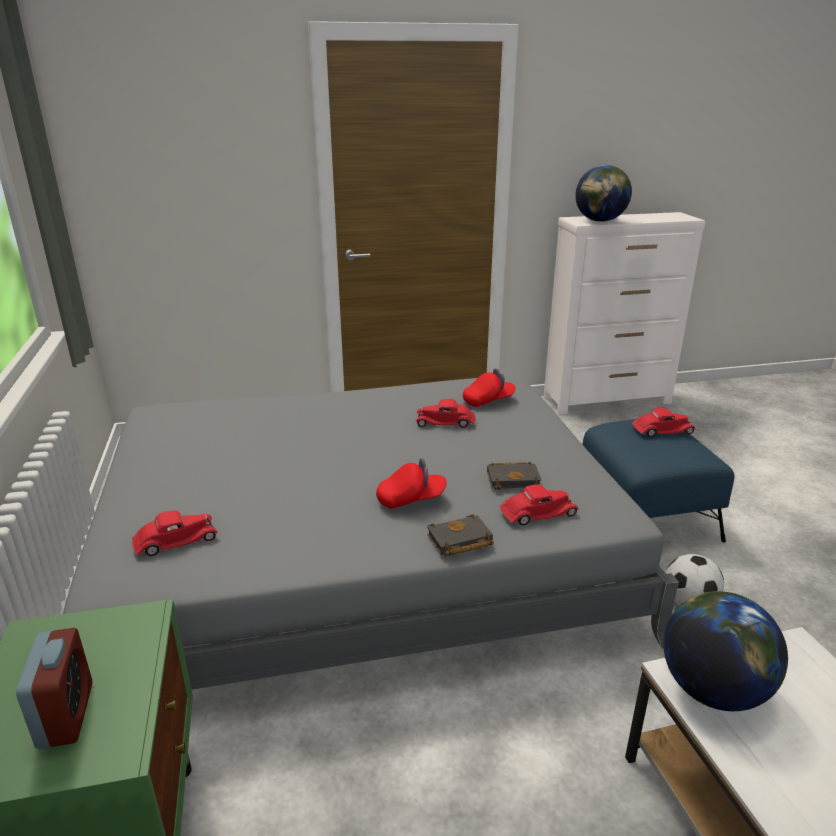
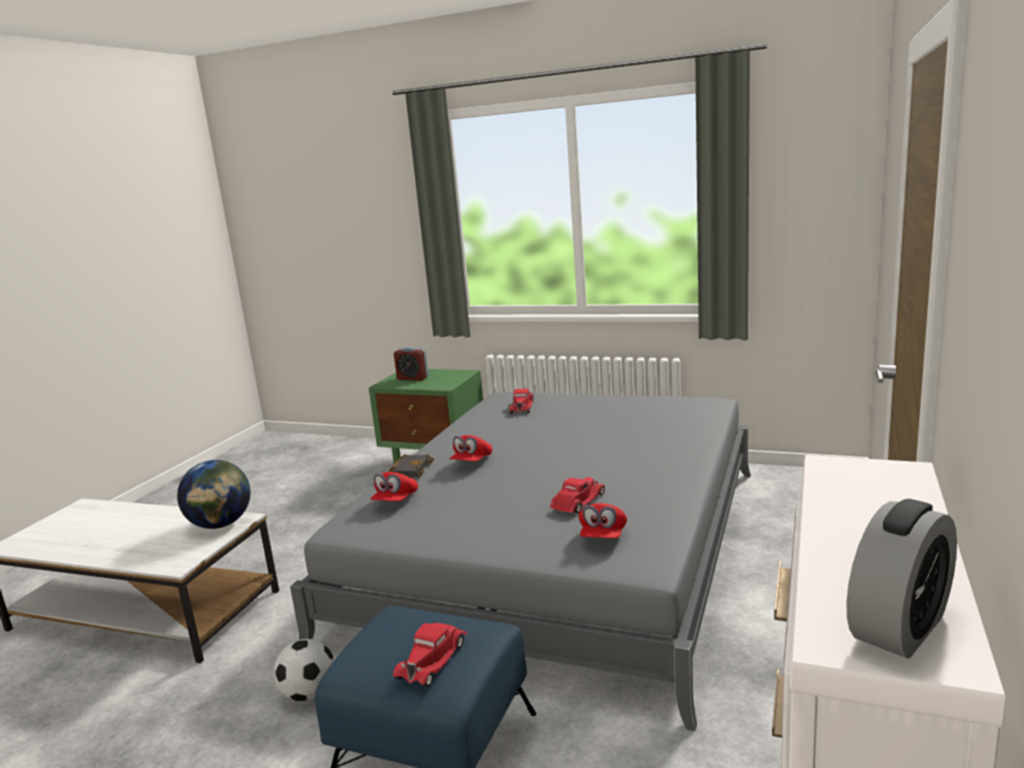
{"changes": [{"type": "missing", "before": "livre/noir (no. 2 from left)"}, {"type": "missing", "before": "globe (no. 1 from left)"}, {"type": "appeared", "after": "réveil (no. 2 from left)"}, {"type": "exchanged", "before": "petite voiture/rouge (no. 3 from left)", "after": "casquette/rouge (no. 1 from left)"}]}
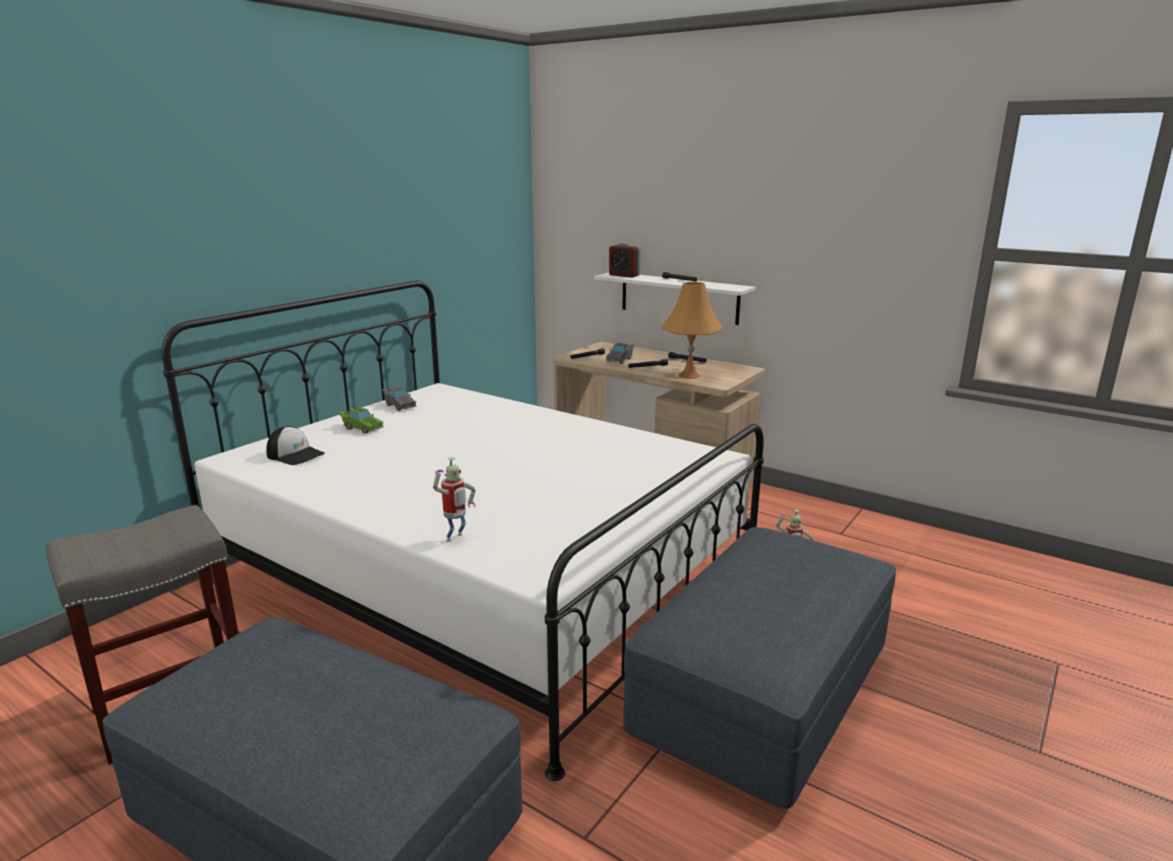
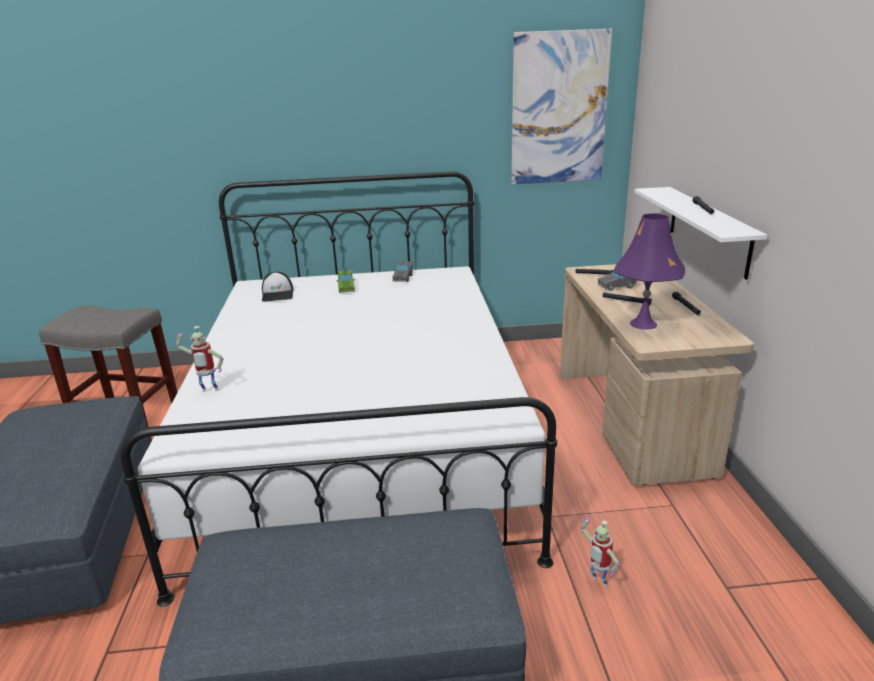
{"changes": [{"type": "missing", "before": "réveil"}, {"type": "appeared", "after": "tableau"}, {"type": "colour", "before": "lampe de table/orange", "after": "lampe de table/violet"}]}
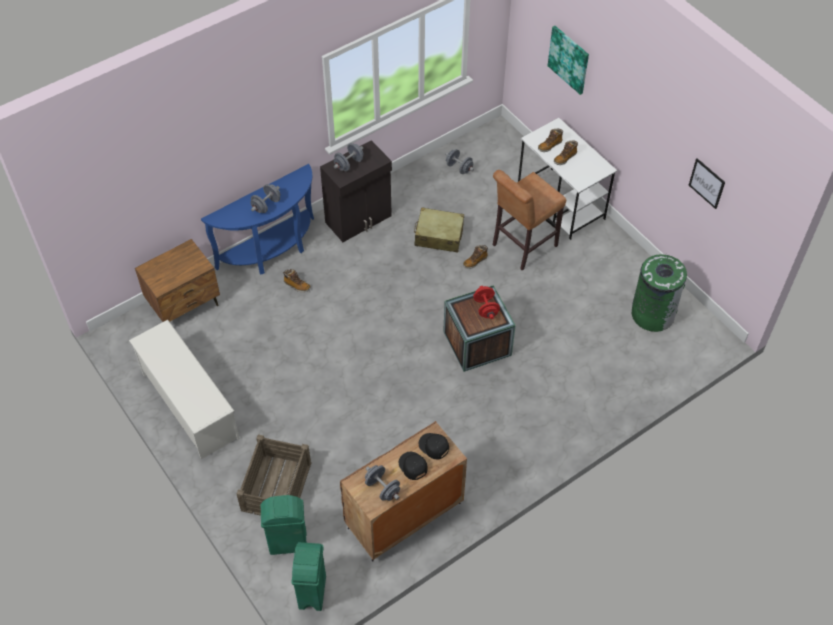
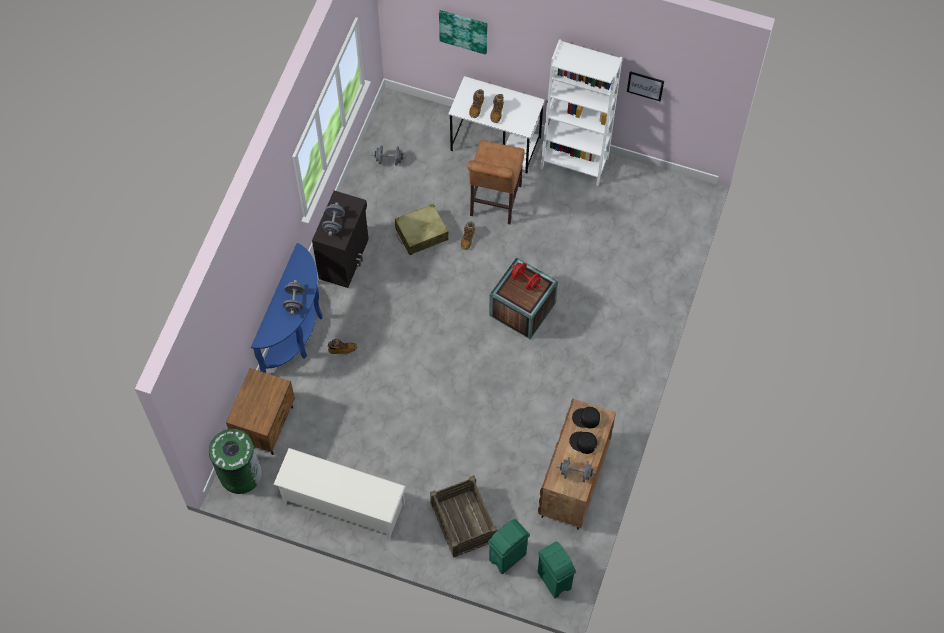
{"changes": [{"type": "appeared", "after": "bibliothèque/blanc"}, {"type": "relocated", "before": "poubelle/vert (no. 3 from left in the first image)", "after": "poubelle/vert (no. 1 from left)"}]}
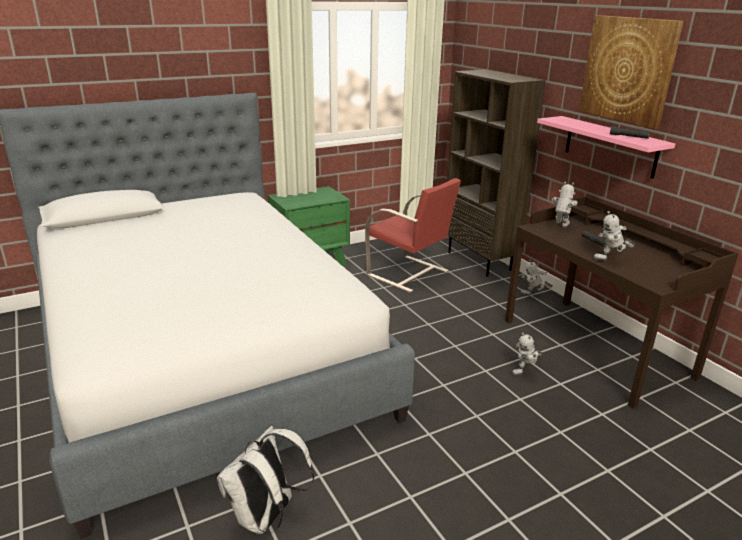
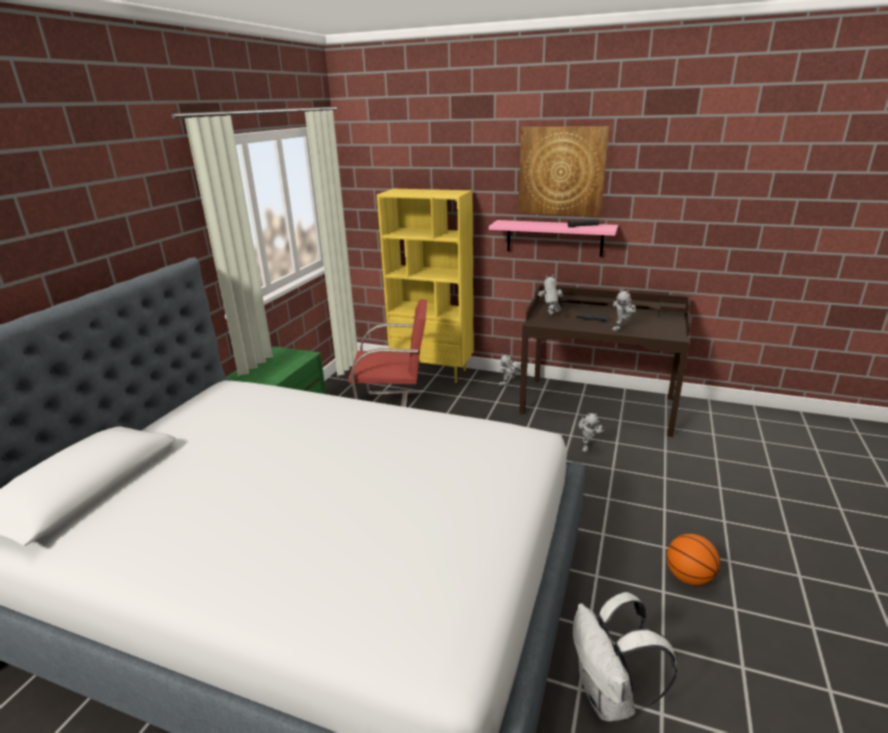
{"changes": [{"type": "appeared", "after": "ballon de basket"}, {"type": "colour", "before": "bibliothèque/marron", "after": "bibliothèque/jaune"}]}
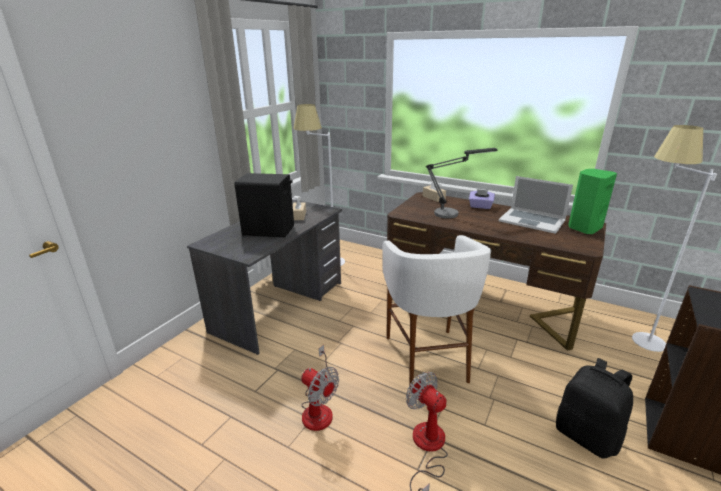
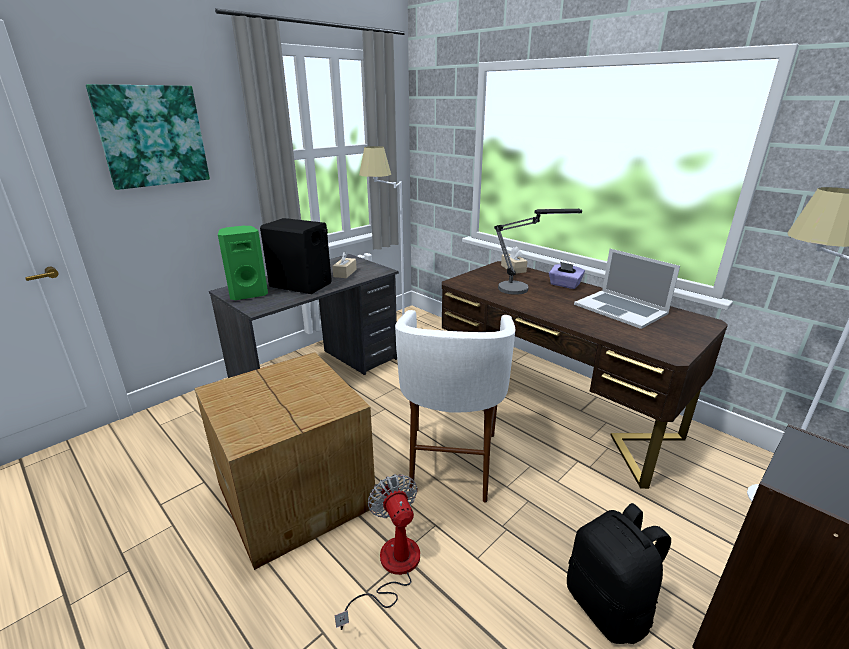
{"changes": [{"type": "appeared", "after": "tableau"}, {"type": "relocated", "before": "enceinte/vert"}, {"type": "exchanged", "before": "ventilateur (no. 1 from left)", "after": "carton"}]}
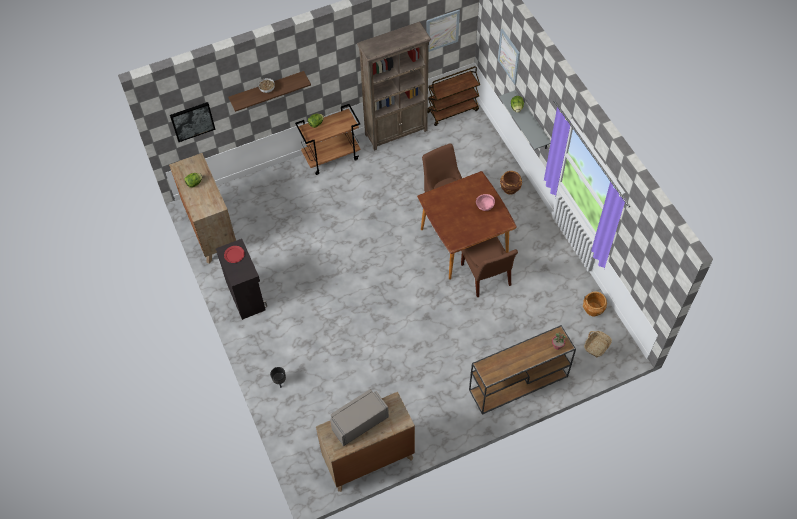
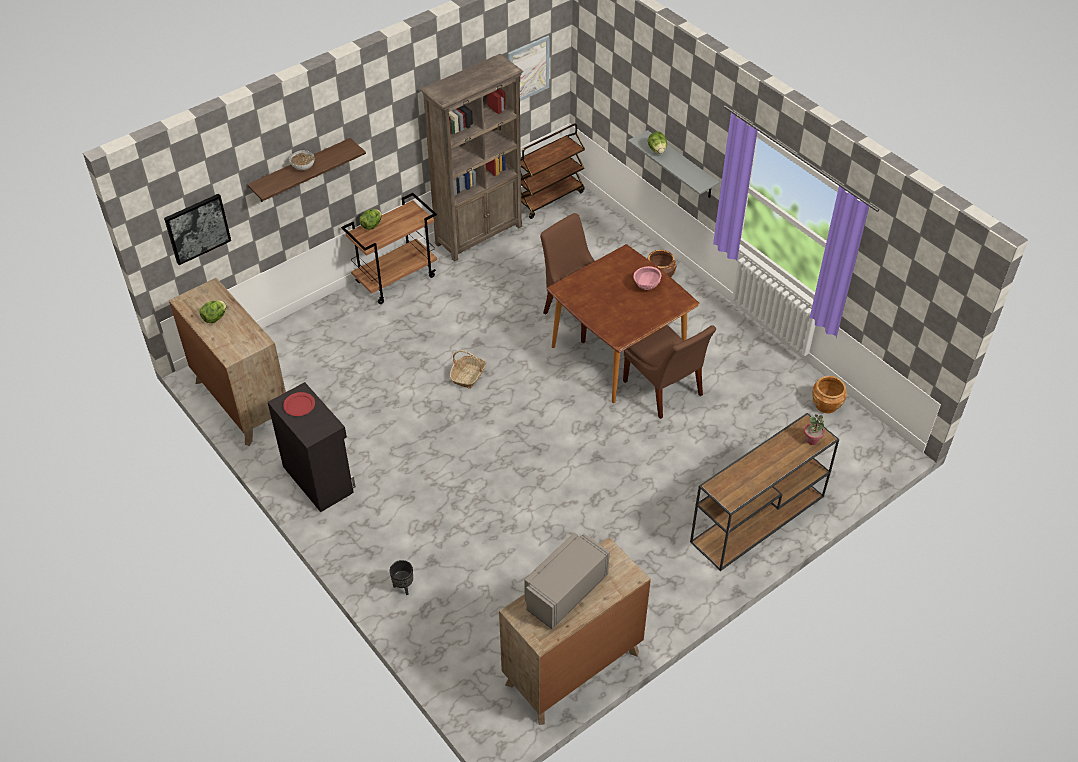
{"changes": [{"type": "missing", "before": "tableau (no. 3 from left)"}, {"type": "relocated", "before": "panier"}]}
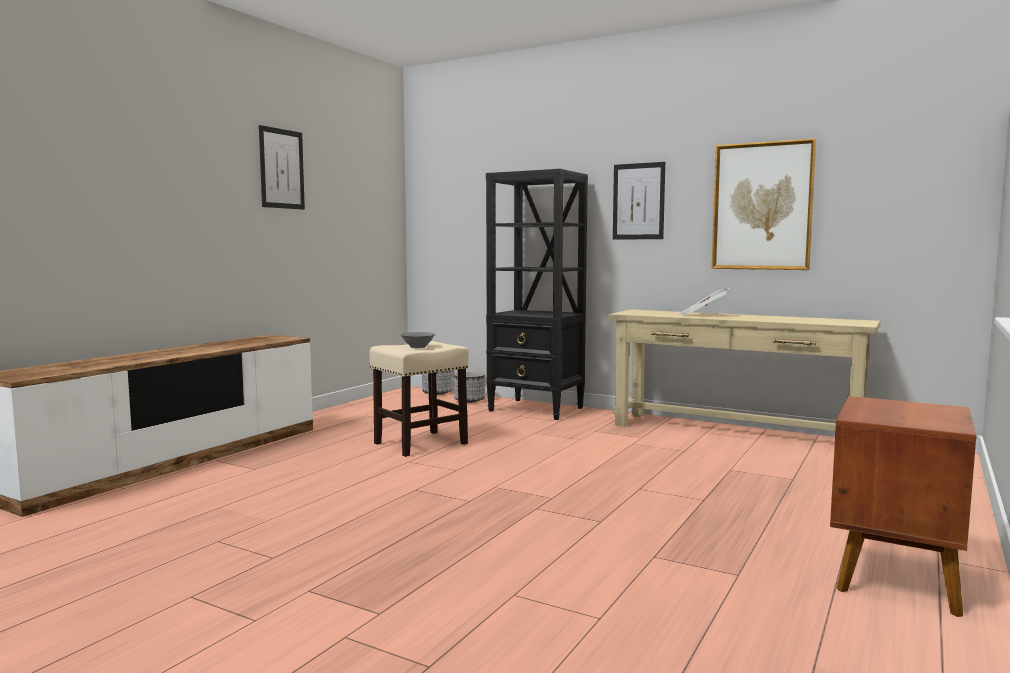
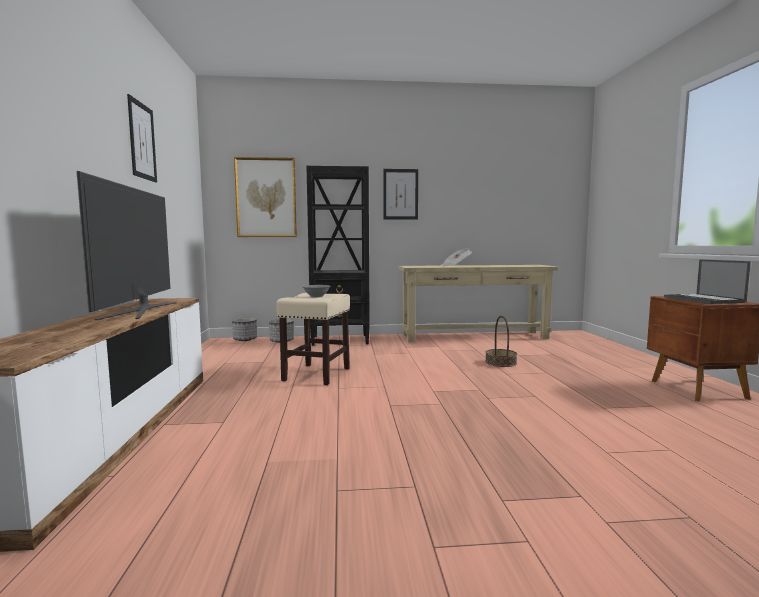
{"changes": [{"type": "appeared", "after": "téléviseur"}, {"type": "appeared", "after": "panier"}, {"type": "appeared", "after": "ordinateur portable"}, {"type": "relocated", "before": "tableau (no. 3 from left in the first image)", "after": "tableau (no. 2 from left)"}]}
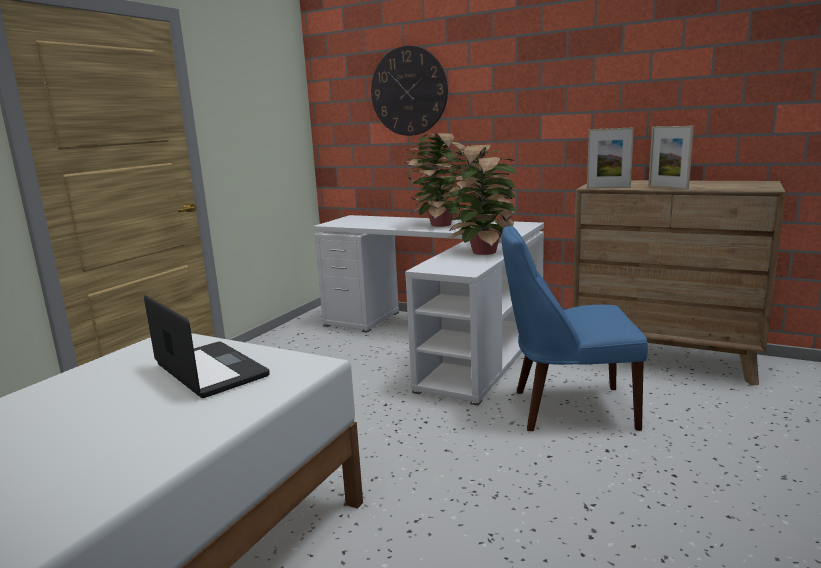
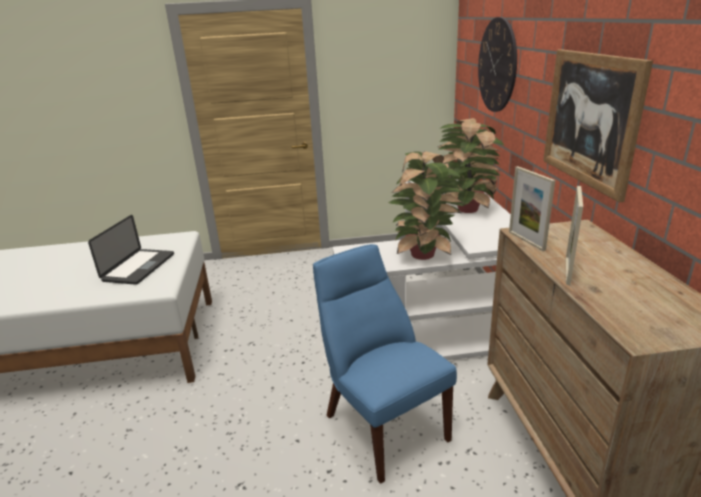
{"changes": [{"type": "appeared", "after": "tableau"}]}
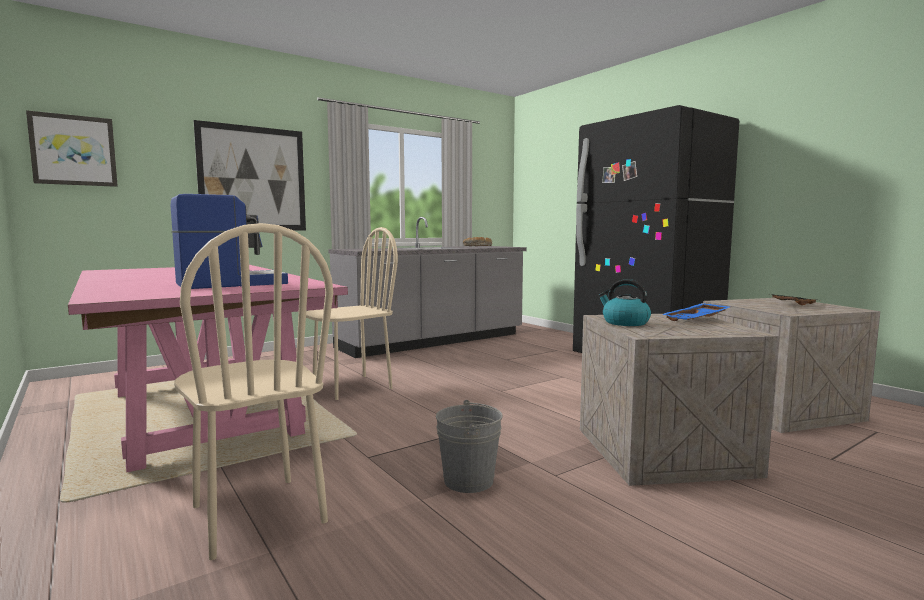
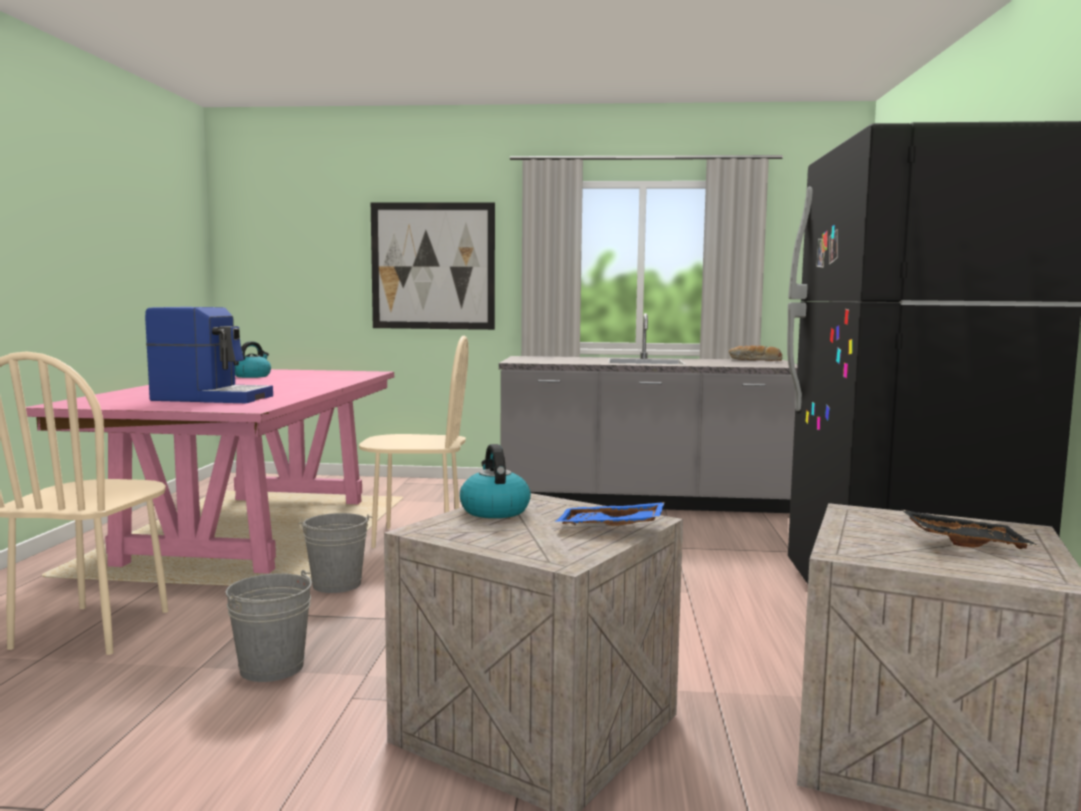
{"changes": [{"type": "missing", "before": "tableau (no. 1 from left)"}, {"type": "appeared", "after": "bouilloire (no. 1 from left)"}, {"type": "appeared", "after": "seau/gris (no. 2 from left)"}]}
